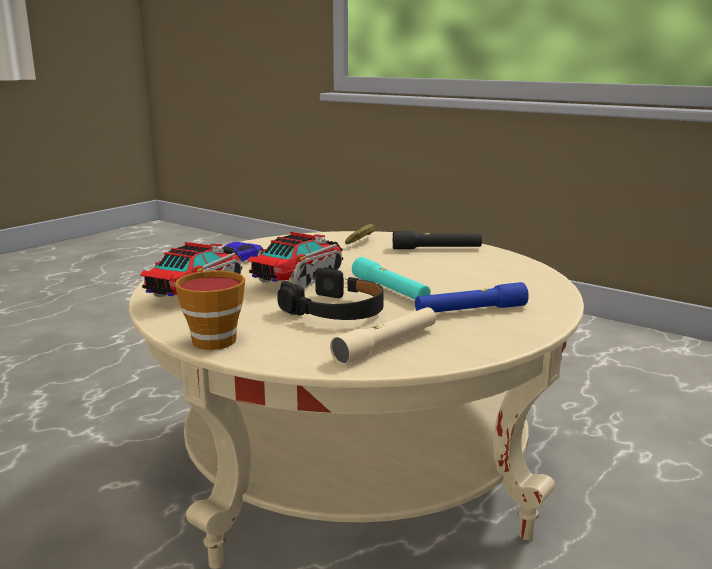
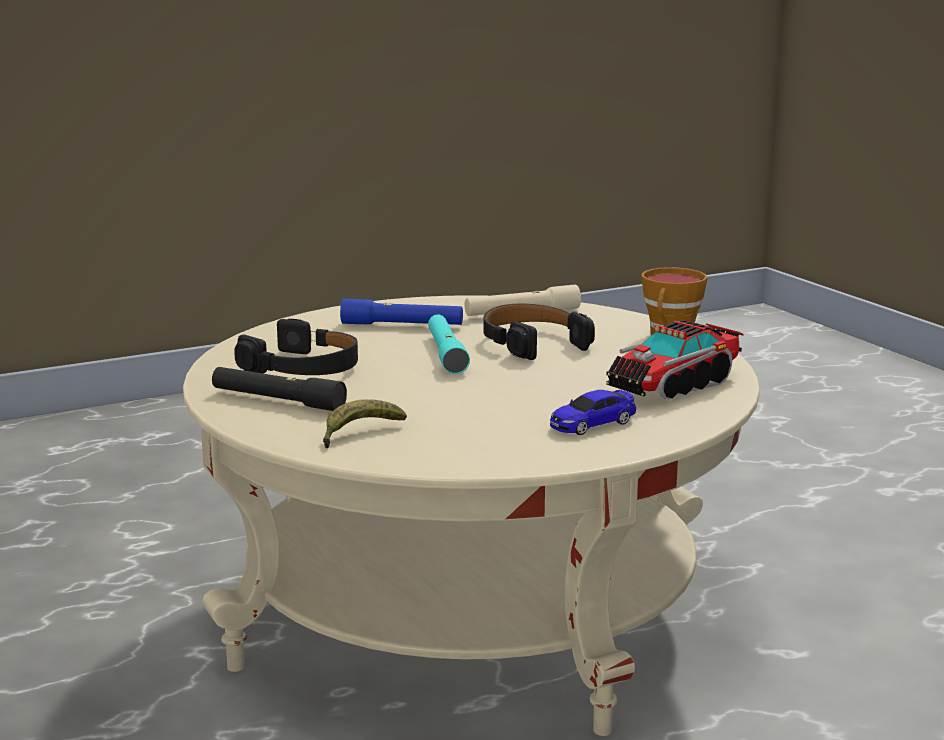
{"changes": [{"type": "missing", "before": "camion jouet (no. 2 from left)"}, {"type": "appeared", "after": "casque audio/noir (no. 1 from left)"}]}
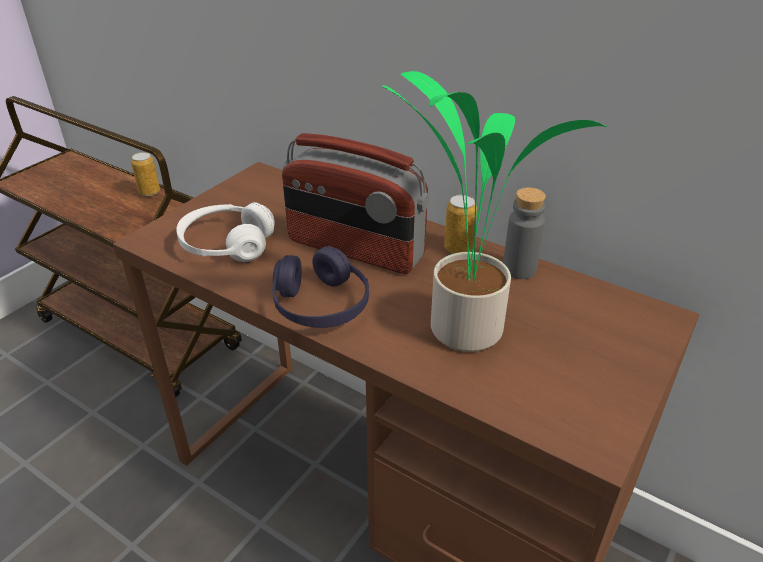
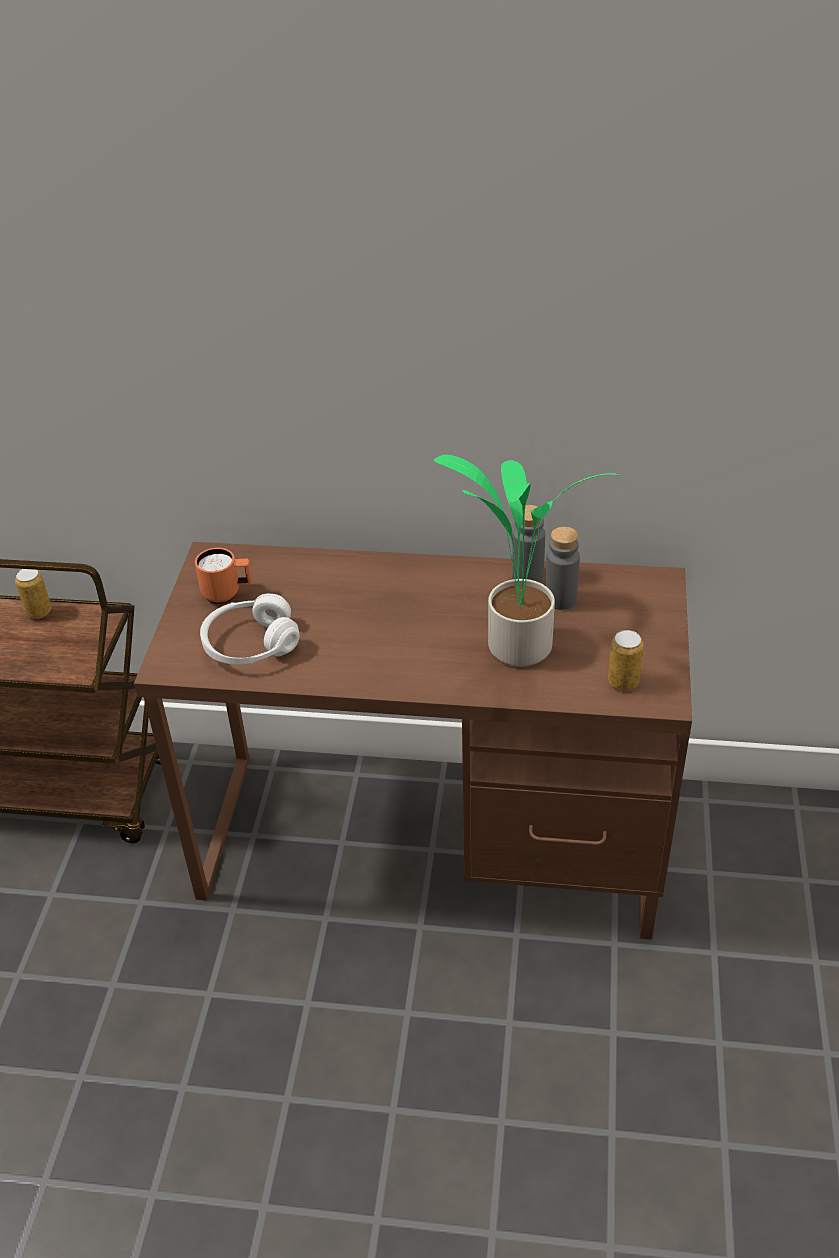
{"changes": [{"type": "missing", "before": "casque audio/violet"}, {"type": "missing", "before": "radio"}, {"type": "appeared", "after": "mug/orange"}, {"type": "appeared", "after": "bouteille/gris (no. 2 from left)"}, {"type": "relocated", "before": "boîte métallique (no. 2 from left)"}]}
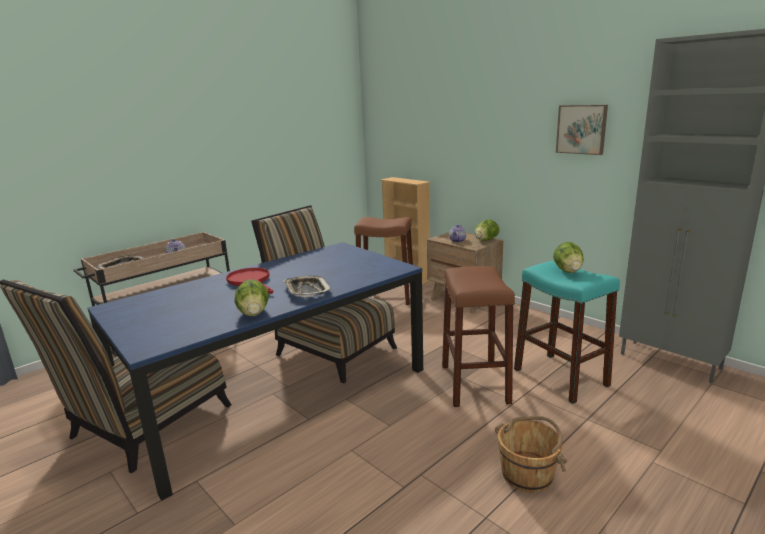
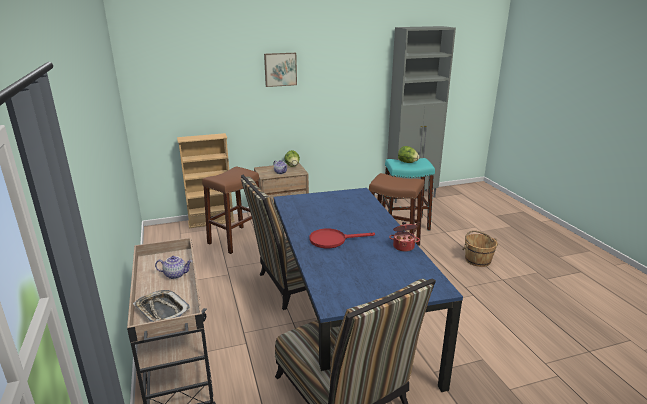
{"changes": [{"type": "missing", "before": "plateau (no. 2 from left)"}, {"type": "relocated", "before": "tableau"}, {"type": "exchanged", "before": "laitue (no. 1 from left)", "after": "marmite"}]}
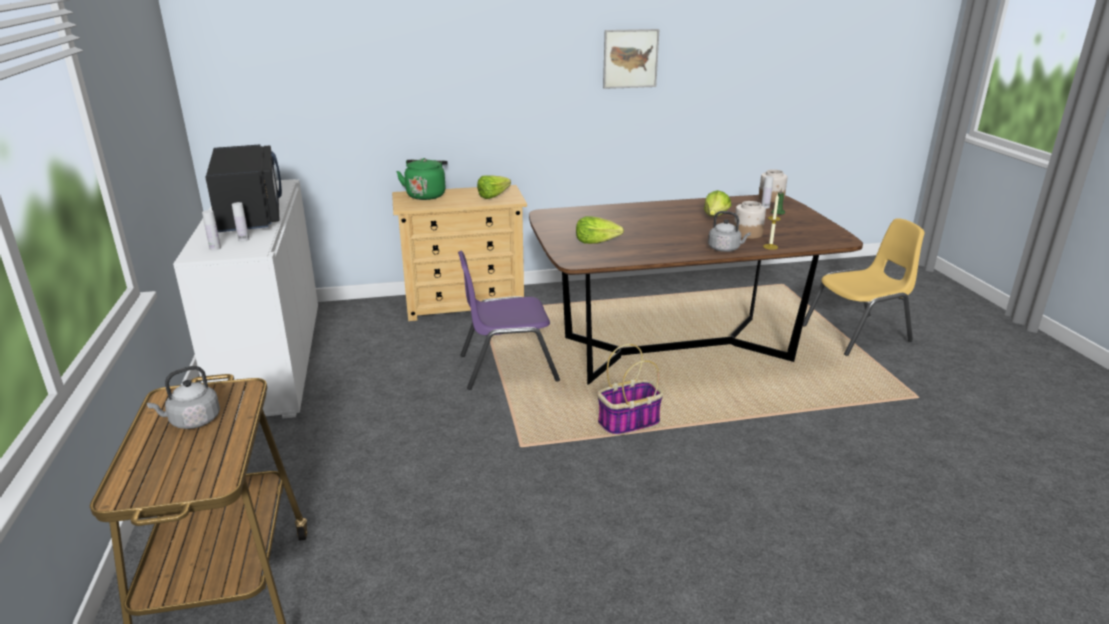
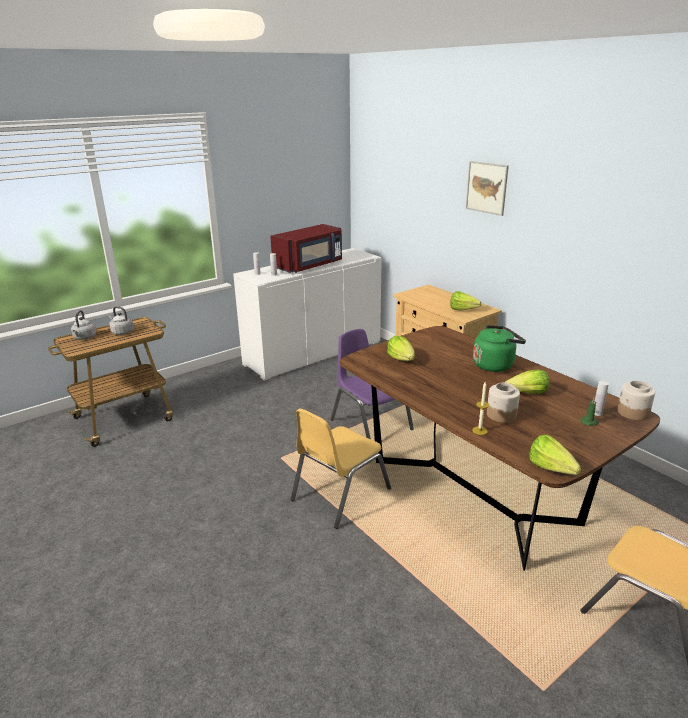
{"changes": [{"type": "appeared", "after": "laitue (no. 4 from left)"}, {"type": "relocated", "before": "bouilloire/vert"}, {"type": "relocated", "before": "tableau"}, {"type": "relocated", "before": "bouilloire/gris (no. 2 from left in the first image)", "after": "bouilloire/gris (no. 1 from left)"}, {"type": "exchanged", "before": "panier", "after": "chaise/jaune (no. 1 from left)"}, {"type": "colour", "before": "micro-ondes/noir", "after": "micro-ondes/rouge"}]}
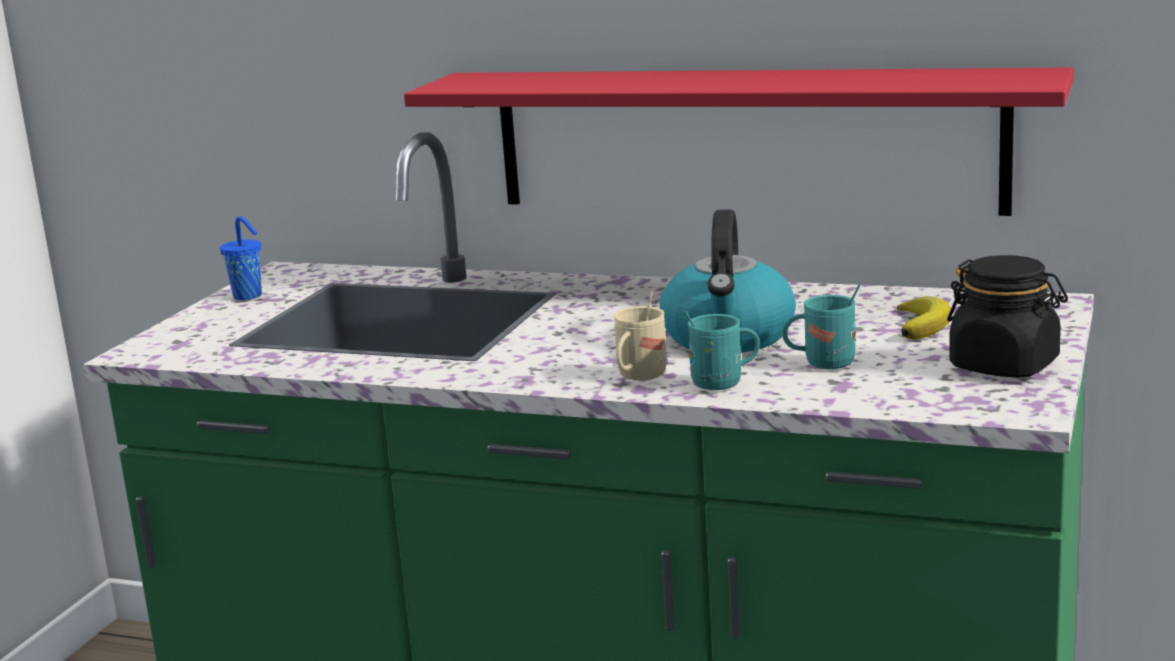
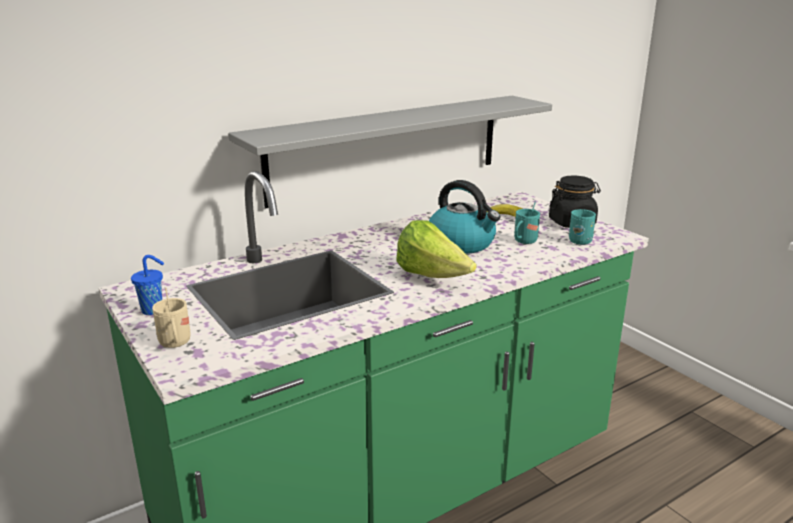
{"changes": [{"type": "appeared", "after": "laitue"}, {"type": "relocated", "before": "mug/beige"}, {"type": "relocated", "before": "mug/turquoise (no. 1 from left in the first image)", "after": "mug/turquoise (no. 2 from left)"}, {"type": "colour", "before": "étagère/rouge", "after": "étagère/gris"}]}
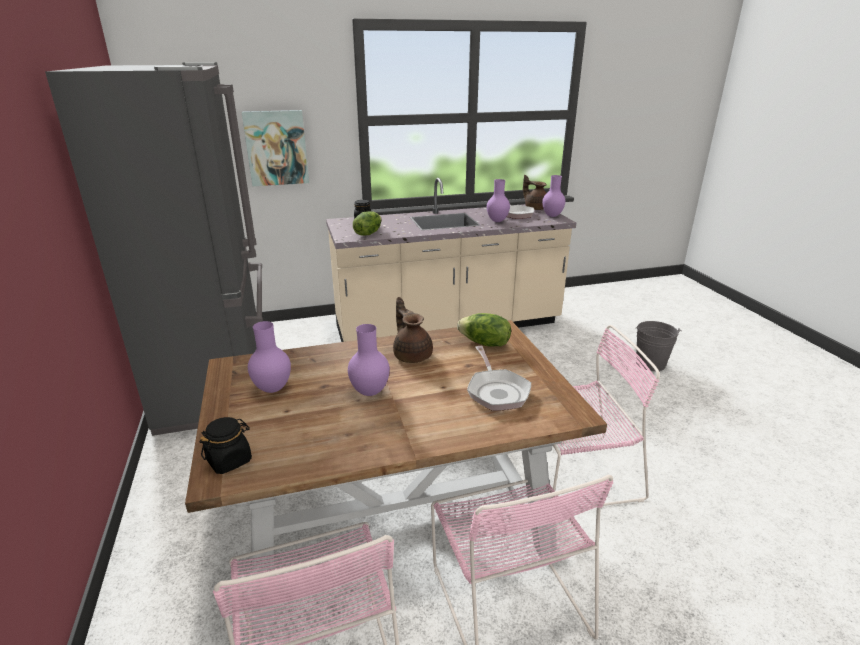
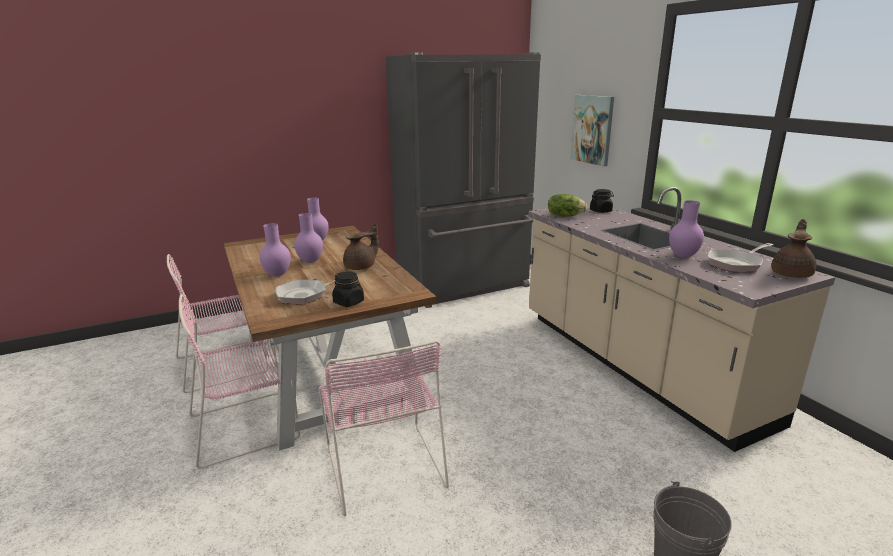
{"changes": [{"type": "missing", "before": "laitue (no. 2 from left)"}, {"type": "relocated", "before": "bocal/noir (no. 1 from left)"}, {"type": "relocated", "before": "vase/violet (no. 4 from left in the first image)", "after": "vase/violet (no. 1 from left)"}]}
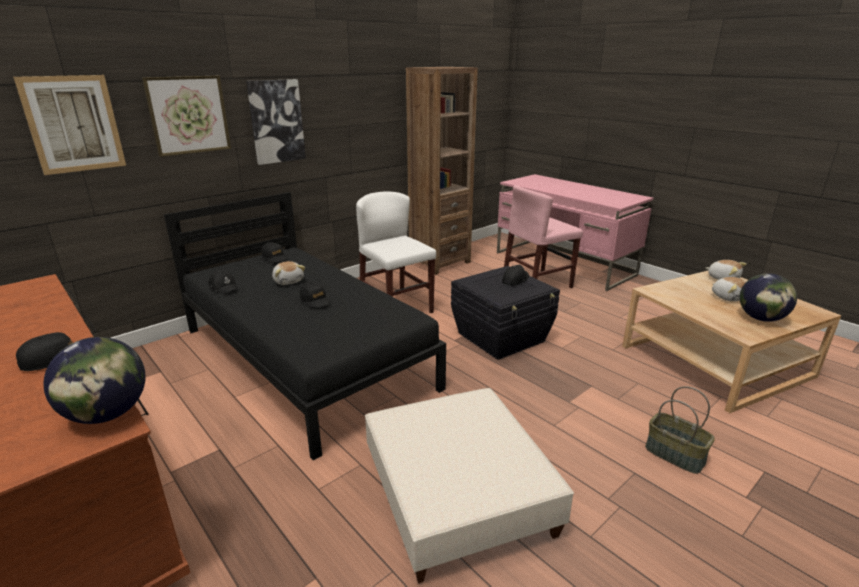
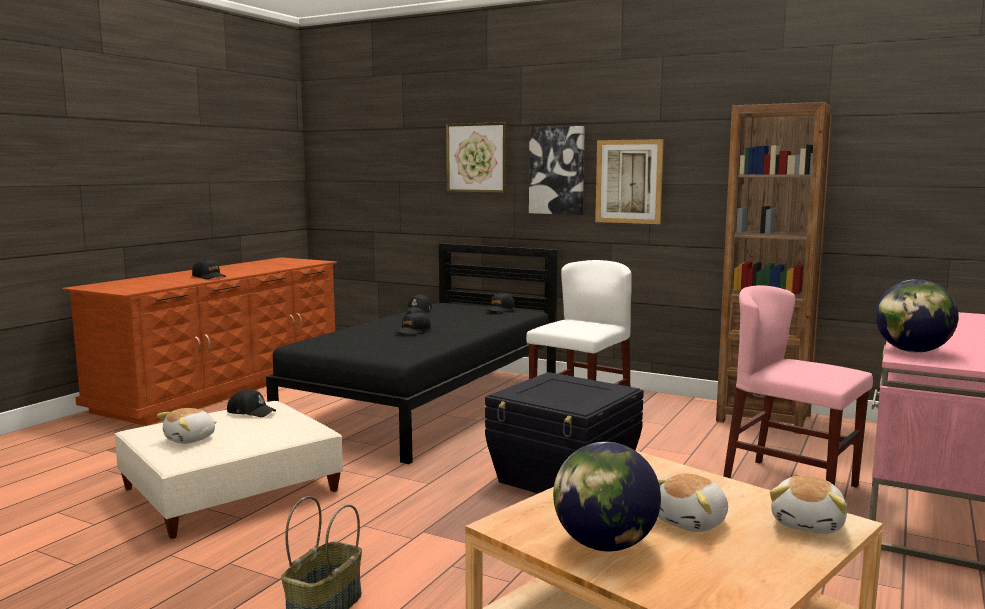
{"changes": [{"type": "relocated", "before": "tableau (no. 1 from left in the first image)", "after": "tableau (no. 3 from left)"}, {"type": "relocated", "before": "globe (no. 1 from left in the first image)", "after": "globe (no. 2 from left)"}, {"type": "relocated", "before": "peluche (no. 1 from left)"}, {"type": "relocated", "before": "casquette/noir (no. 5 from left in the first image)", "after": "casquette/noir (no. 2 from left)"}]}
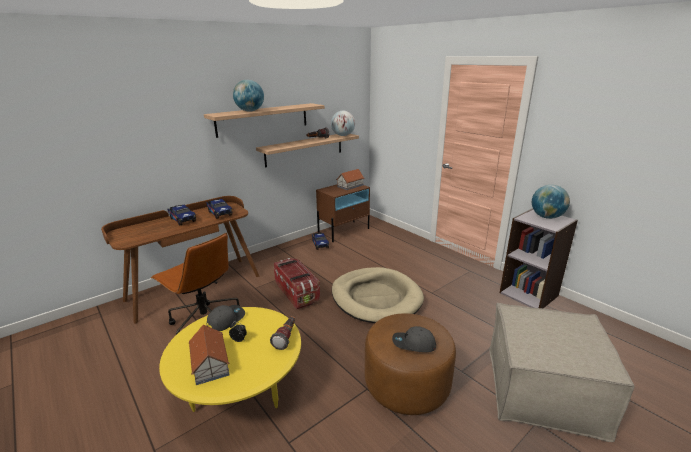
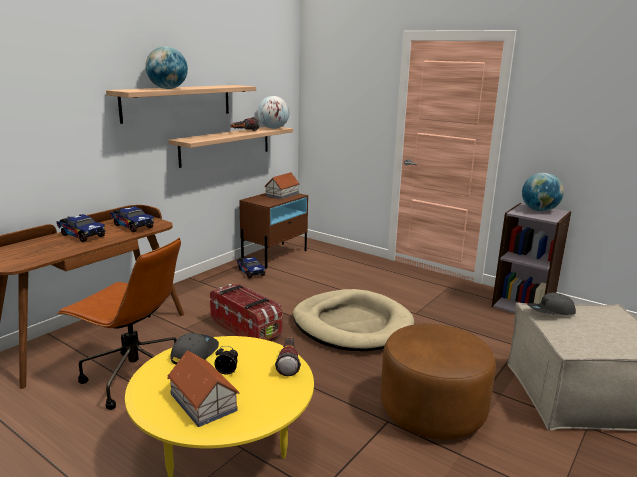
{"changes": [{"type": "relocated", "before": "casquette/gris (no. 2 from left)"}]}
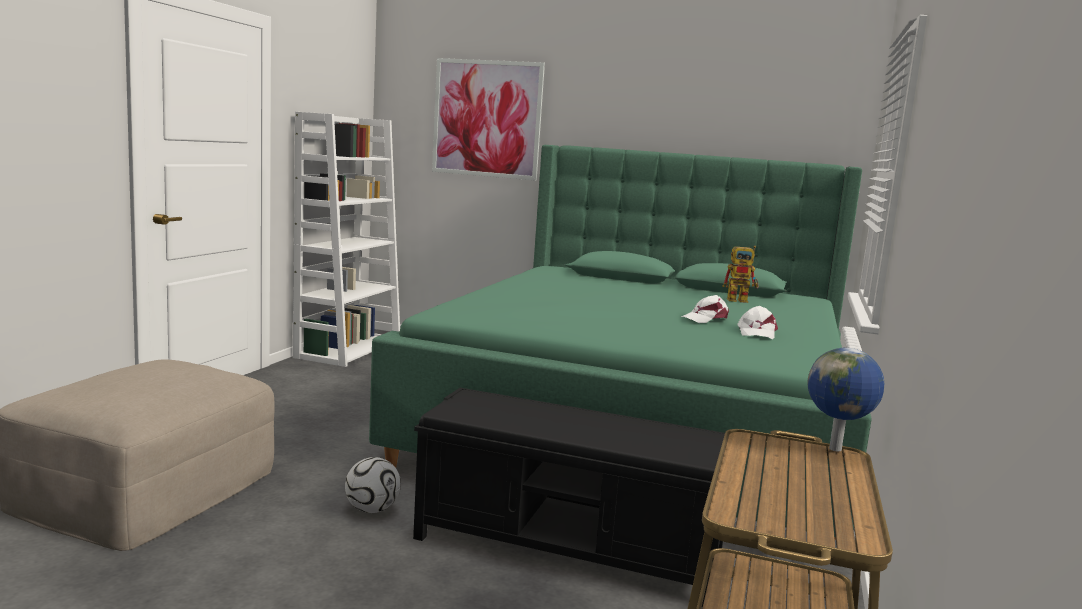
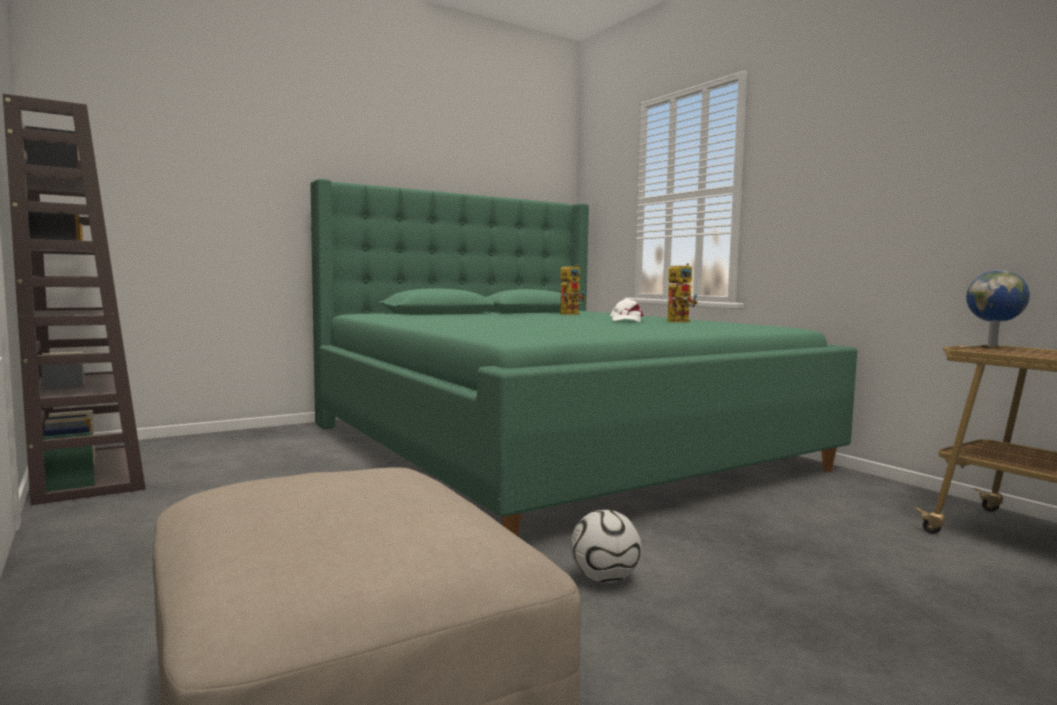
{"changes": [{"type": "missing", "before": "banc/noir"}, {"type": "missing", "before": "tableau"}, {"type": "exchanged", "before": "casquette/blanc (no. 2 from left)", "after": "robot jouet (no. 2 from left)"}, {"type": "colour", "before": "bibliothèque/blanc", "after": "bibliothèque/marron"}]}
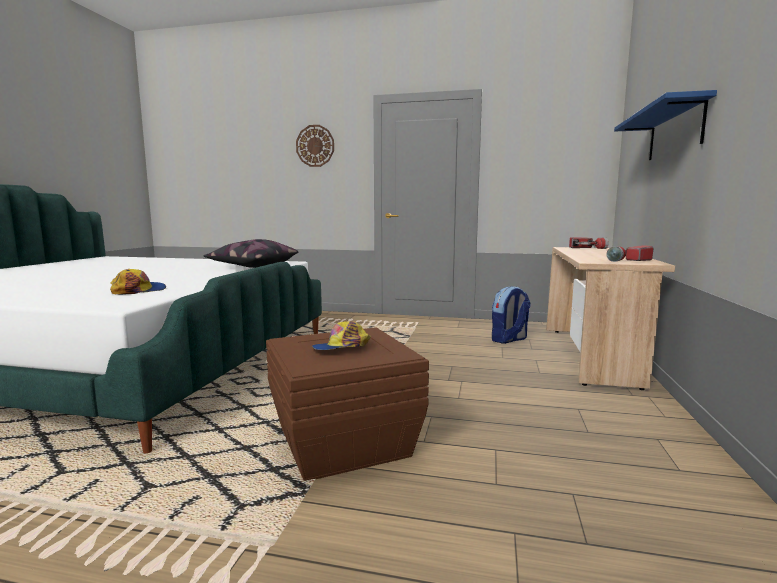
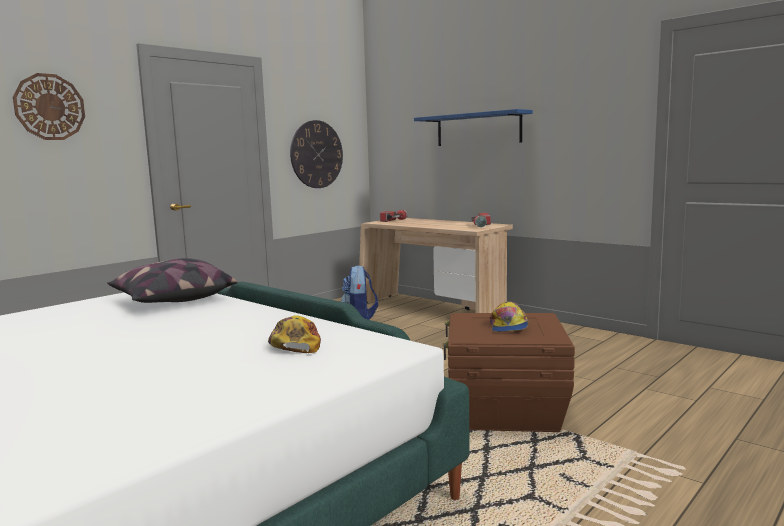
{"changes": [{"type": "appeared", "after": "horloge murale (no. 2 from left)"}]}
